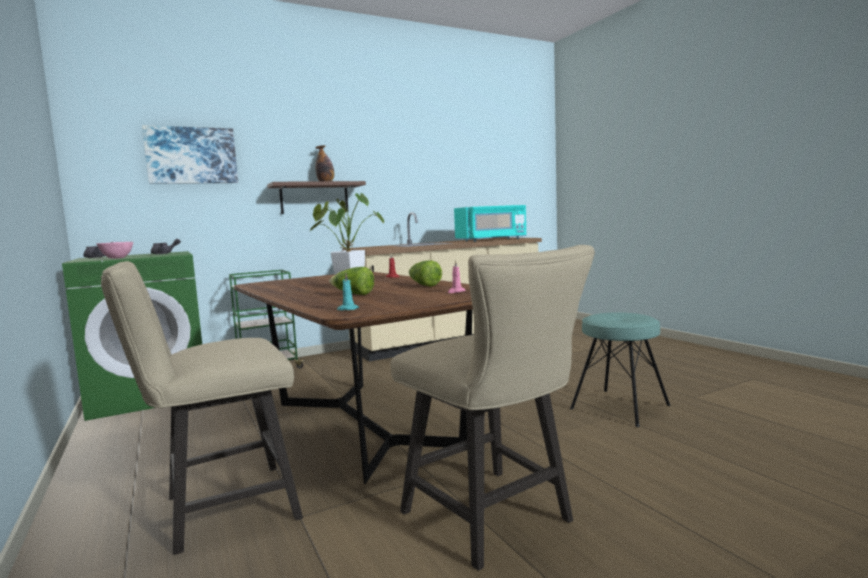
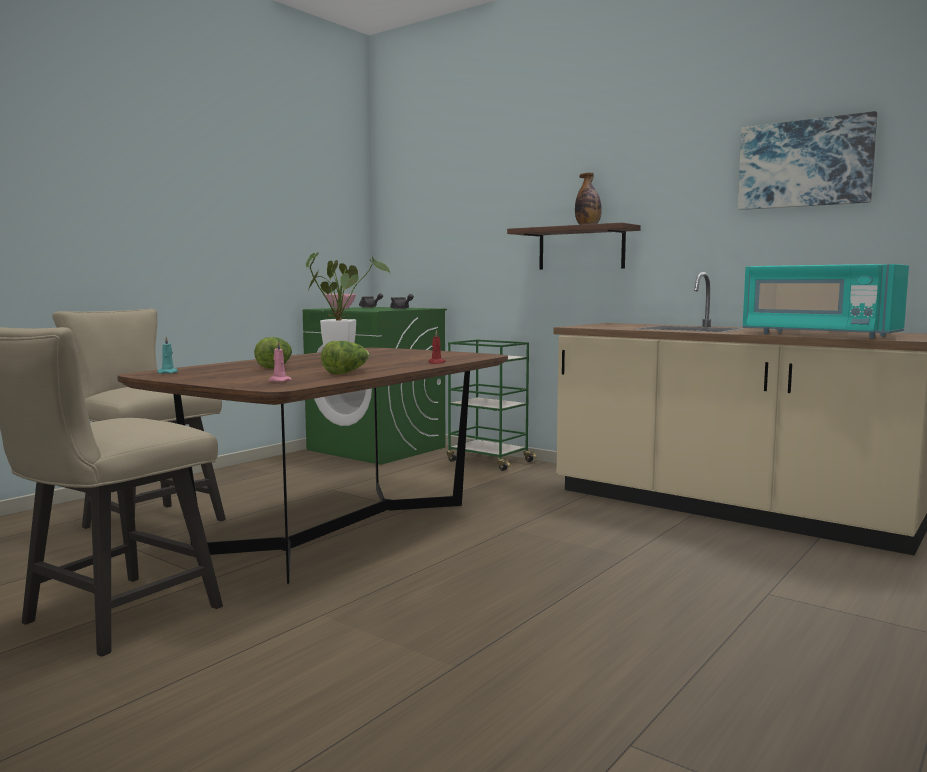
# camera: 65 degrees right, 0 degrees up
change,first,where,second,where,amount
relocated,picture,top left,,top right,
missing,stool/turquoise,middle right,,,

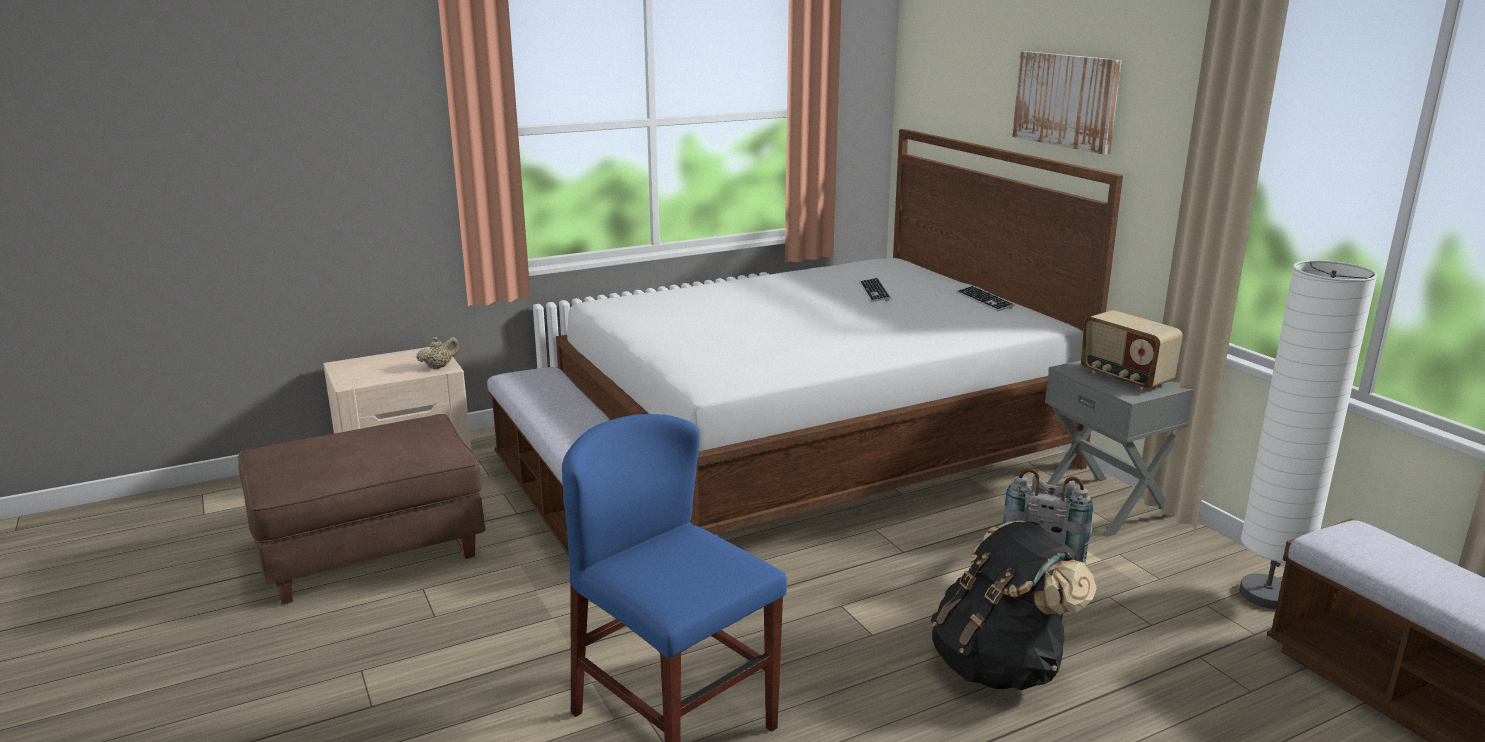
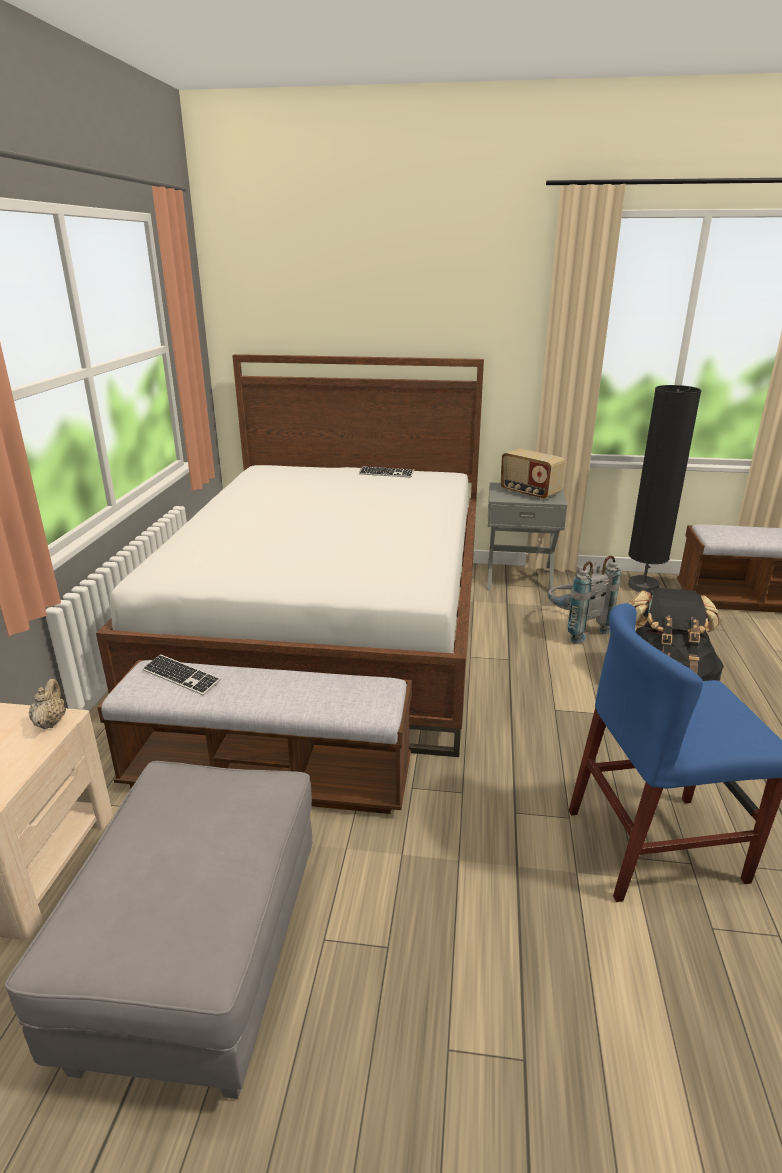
# camera: 55 degrees left, 5 degrees up
change,first,where,second,where,amount
colour,ottoman/brown,bottom left,ottoman/grey,bottom left,
relocated,keyboard (no. 1 from left),centre,,middle left,
spun,radio,middle right,,middle right,45 degrees clockwise
colour,floor lamp/white,middle right,floor lamp/black,middle right,
missing,picture,top right,,,

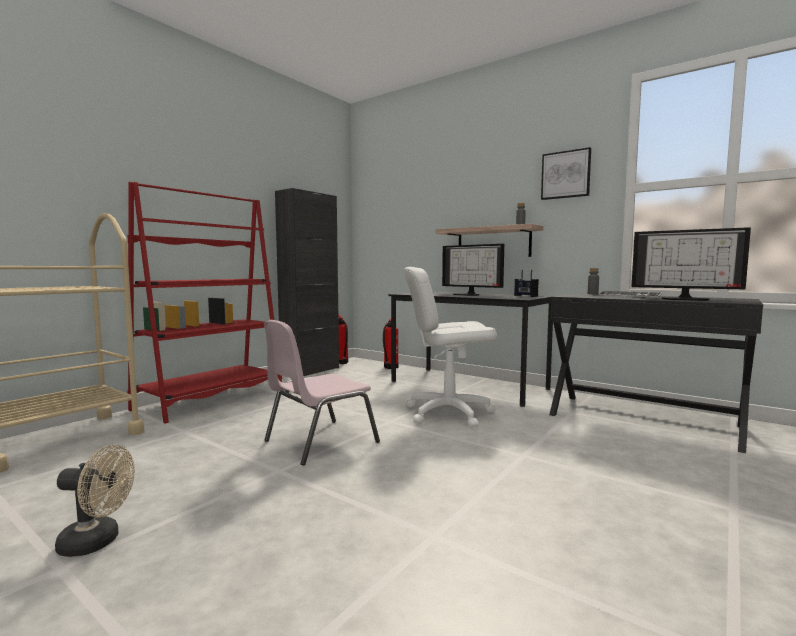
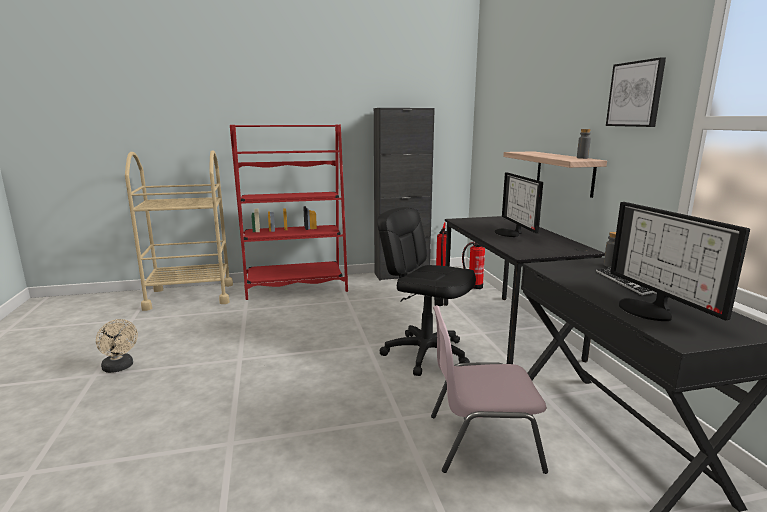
# camera: 40 degrees right, 10 degrees up
change,first,where,second,where,amount
colour,office chair/white,centre,office chair/black,centre,
relocated,chair/pink,centre,,bottom centre,
missing,radio,centre,,,

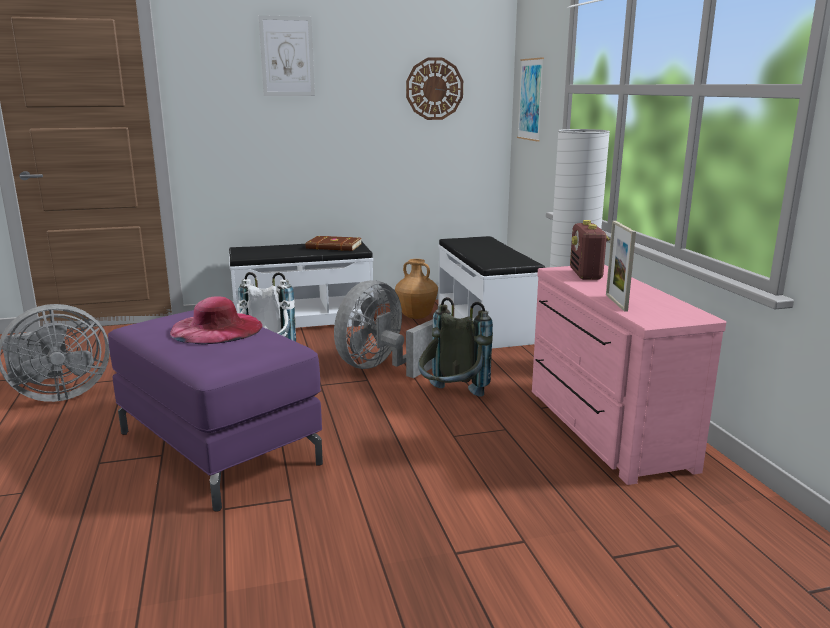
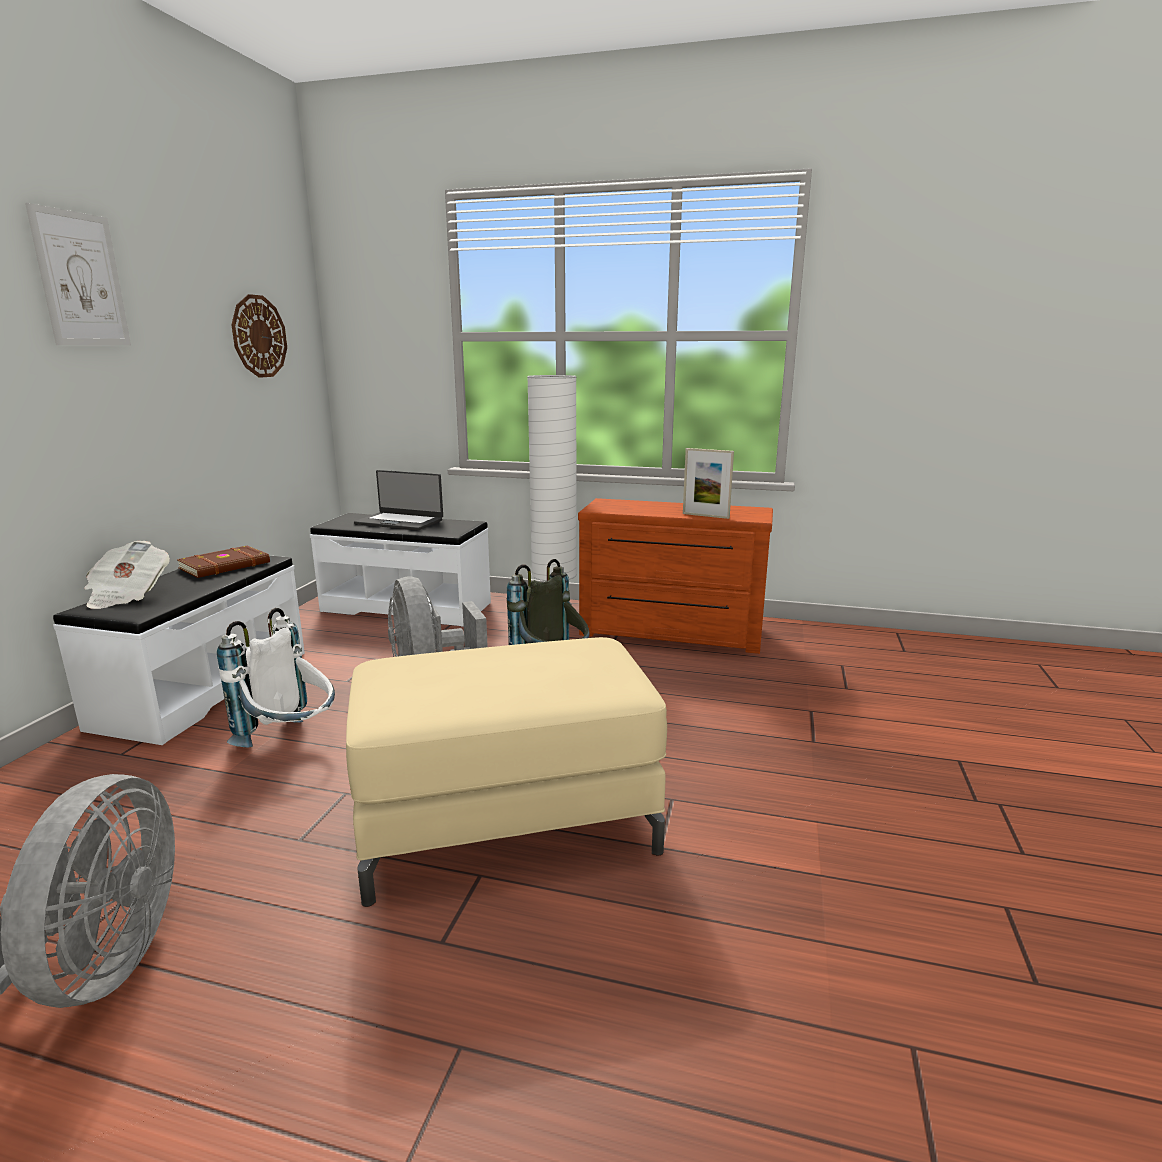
# camera: 60 degrees left, 0 degrees up
change,first,where,second,where,amount
appeared,,,newspaper,middle left,
colour,ottoman/purple,middle left,ottoman/beige,centre,
appeared,,,laptop,centre,
colour,dresser/pink,middle right,dresser/brown,centre,
missing,hat/pink,middle left,,,
missing,vase/brown,centre,,,
missing,picture (no. 2 from left),top centre,,,
missing,radio,middle right,,,

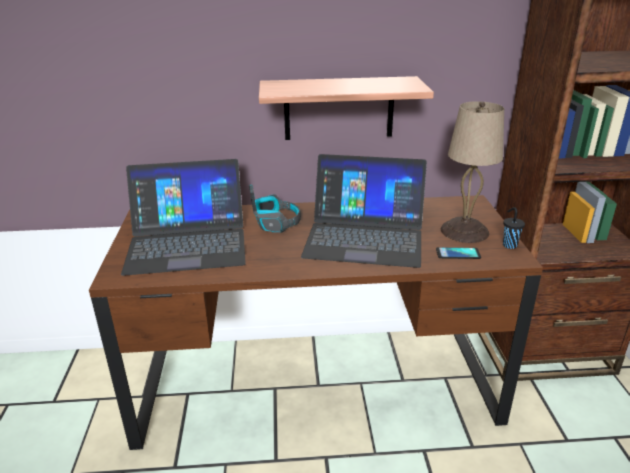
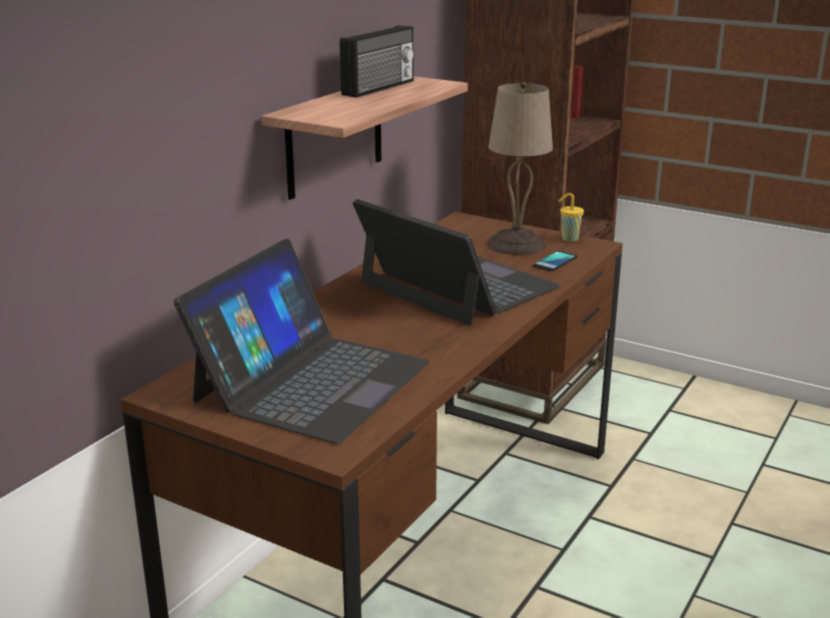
# camera: 55 degrees left, 5 degrees down
change,first,where,second,where,amount
appeared,,,radio,top centre,
spun,laptop (no. 2 from left),centre,,centre,90 degrees counterclockwise
colour,cup/black,middle right,cup/yellow,middle right,
missing,headphones,centre,,,

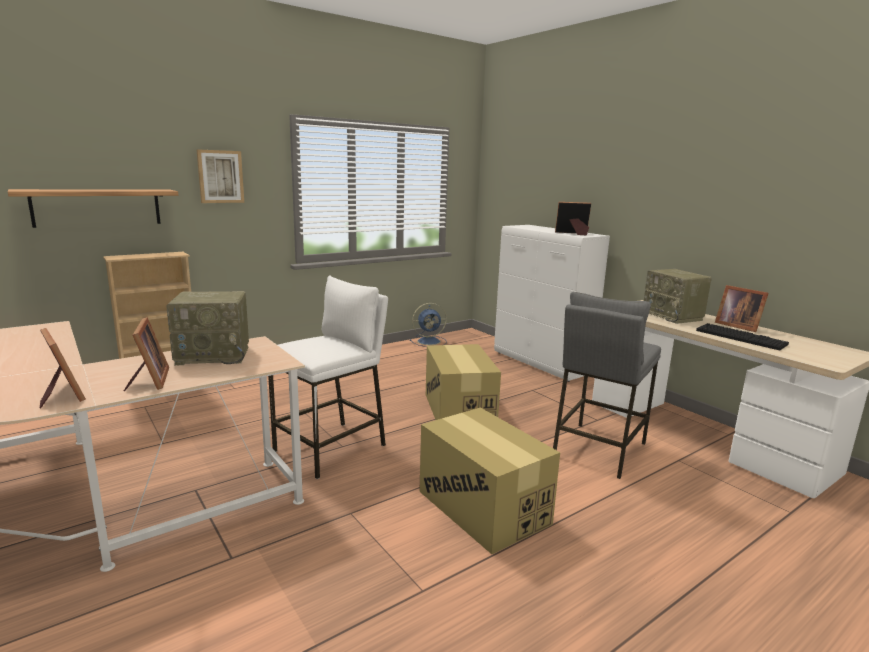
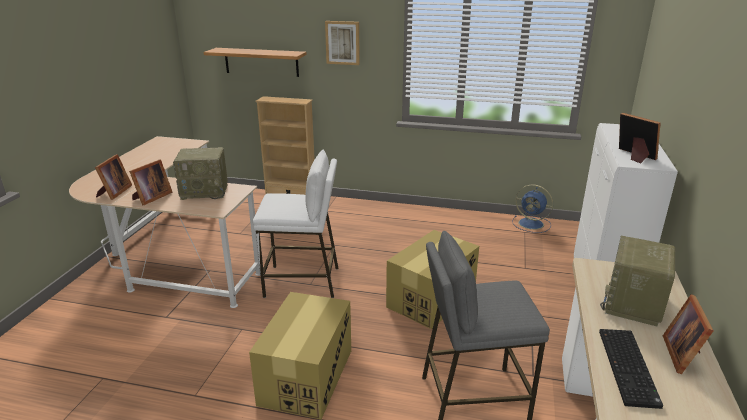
# camera: 50 degrees right, 10 degrees up
change,first,where,second,where,amount
spun,radio (no. 1 from left),middle left,,middle left,45 degrees counterclockwise

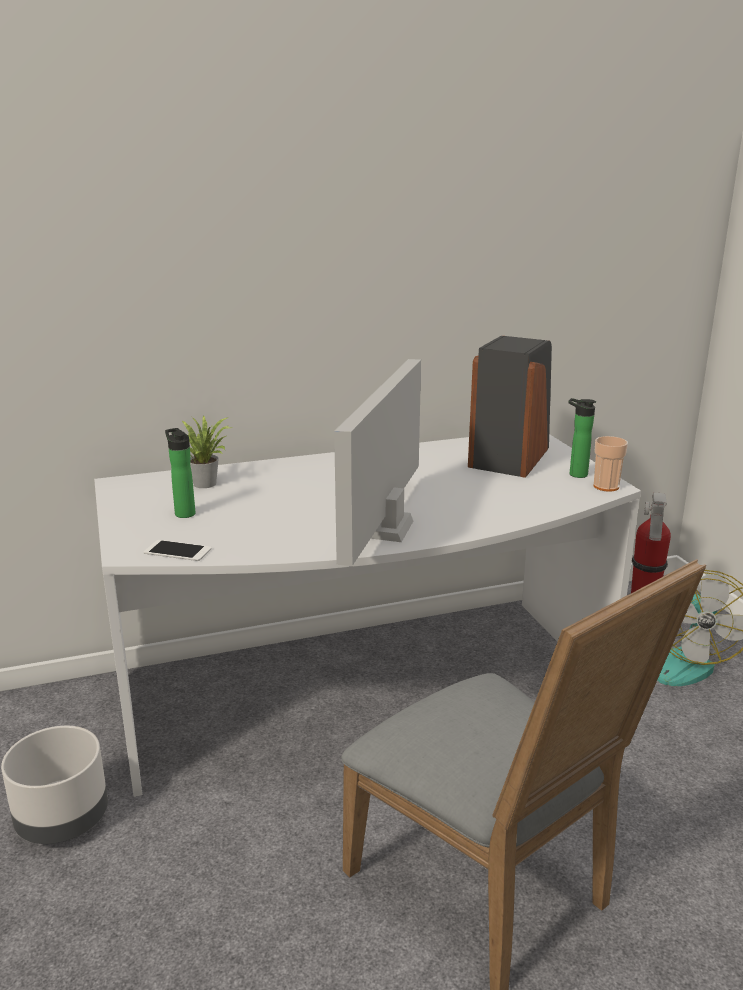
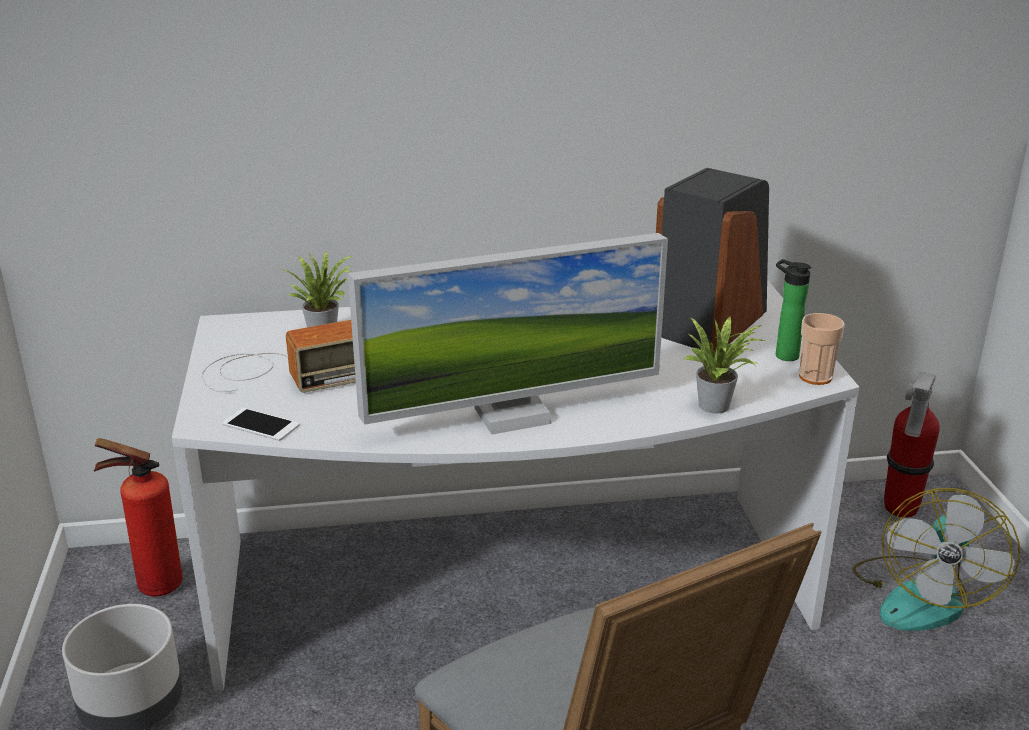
# camera: 10 degrees right, 5 degrees up
change,first,where,second,where,amount
appeared,,,fire extinguisher (no. 1 from left),bottom left,
exchanged,bottle (no. 1 from left),middle left,radio,middle left,
spun,monitor,centre,,centre,135 degrees counterclockwise
appeared,,,potted plant (no. 2 from left),middle right,

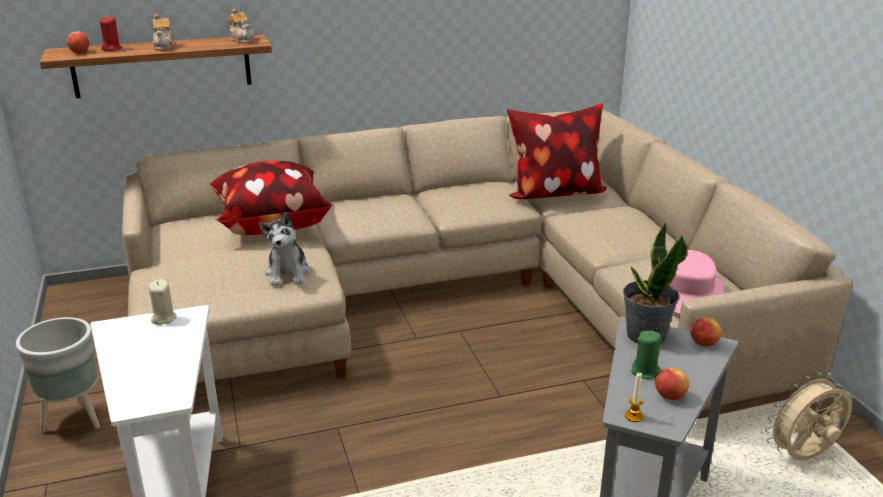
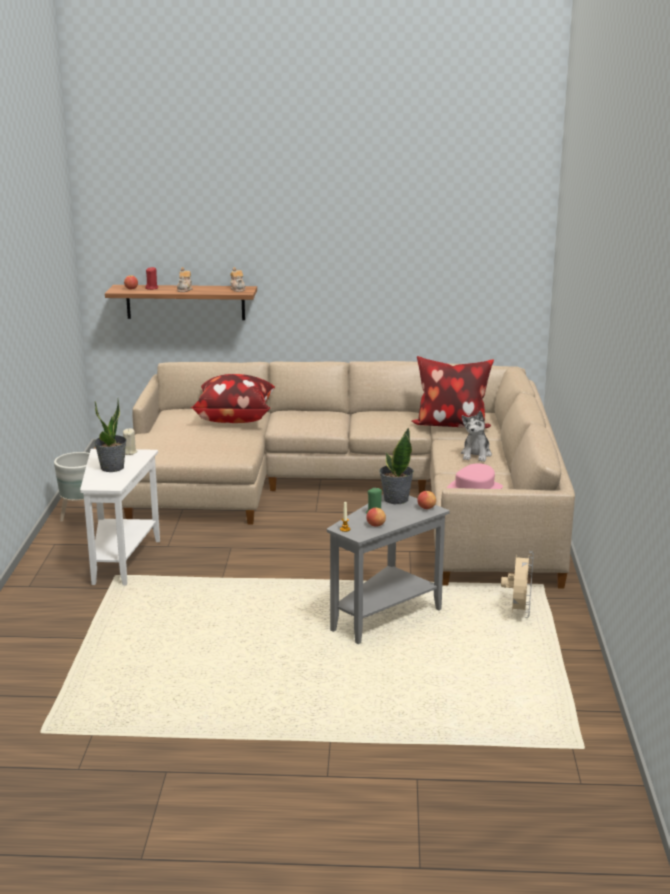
# camera: 20 degrees right, 5 degrees down
change,first,where,second,where,amount
appeared,,,potted plant (no. 1 from left),middle left,
relocated,plush toy,middle left,,middle right,
spun,fan/beige,bottom right,,middle right,105 degrees clockwise

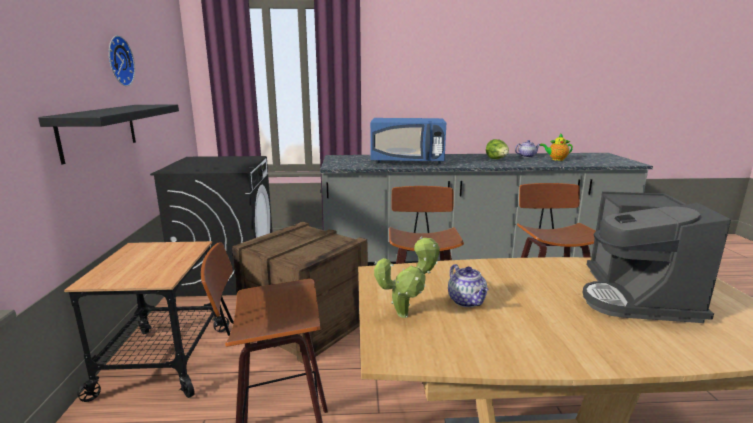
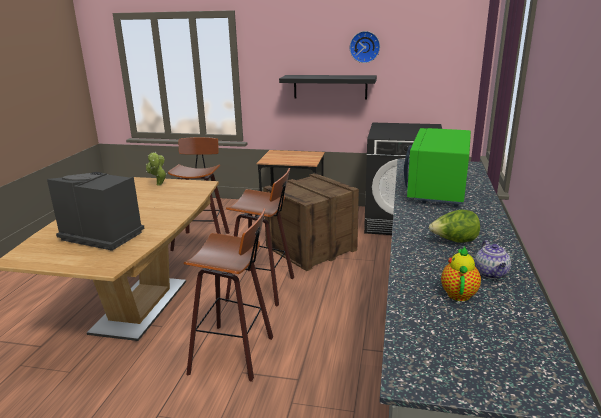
# camera: 105 degrees right, 5 degrees up
change,first,where,second,where,amount
colour,microwave/blue,centre,microwave/green,middle right,
missing,teapot (no. 1 from left),bottom centre,,,

